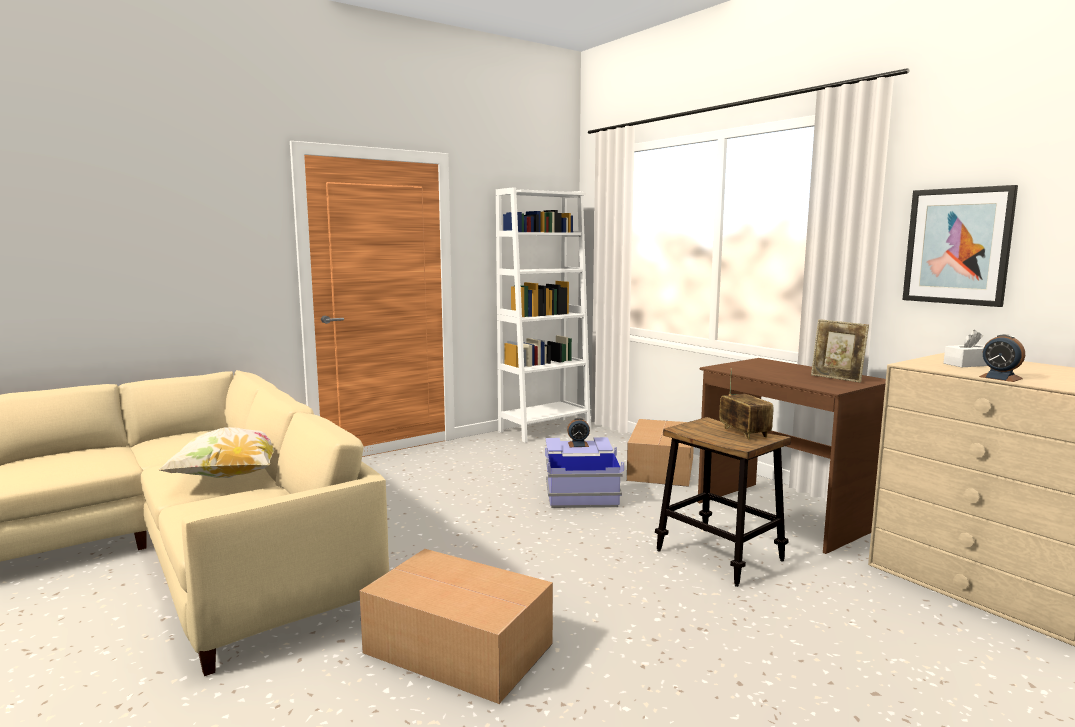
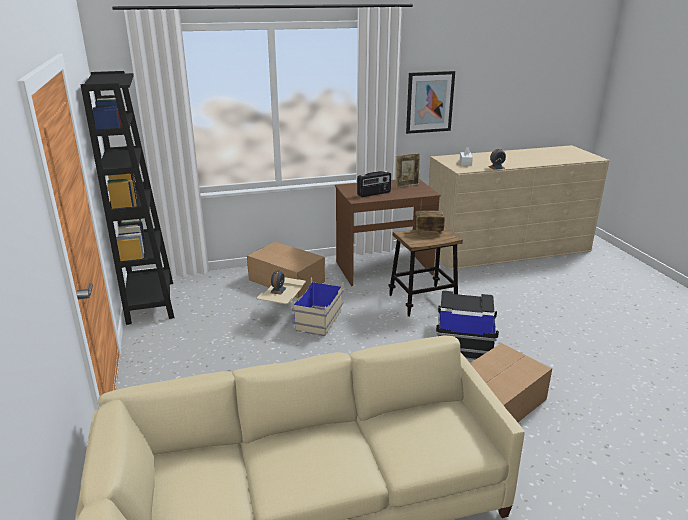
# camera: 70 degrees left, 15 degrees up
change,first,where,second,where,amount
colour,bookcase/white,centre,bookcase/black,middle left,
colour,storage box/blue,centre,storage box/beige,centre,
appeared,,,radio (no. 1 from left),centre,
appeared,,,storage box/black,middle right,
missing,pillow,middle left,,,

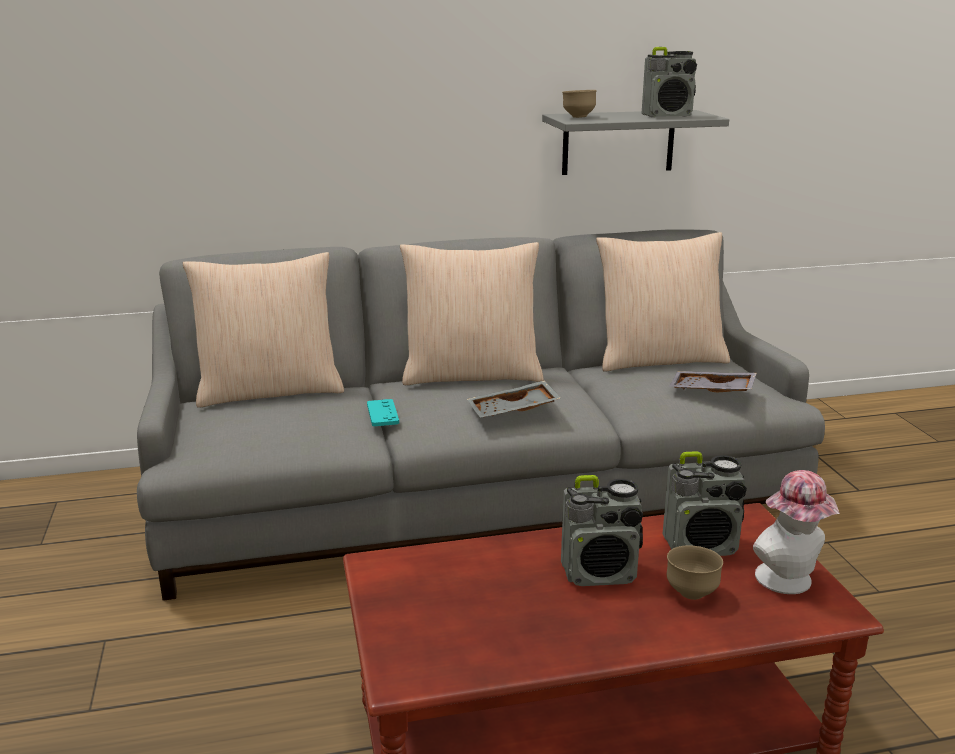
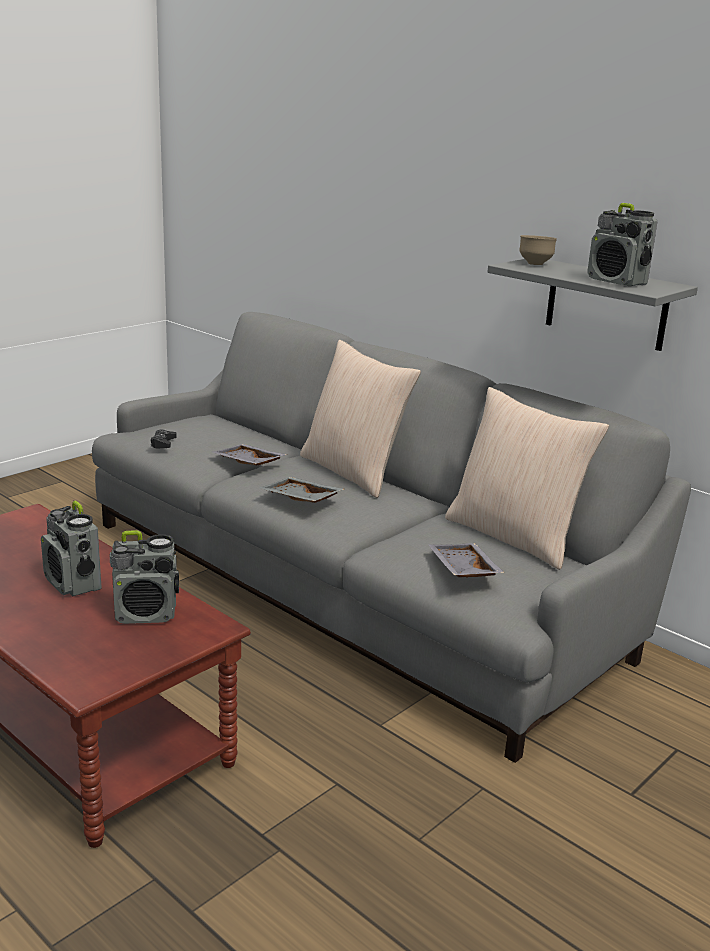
# camera: 55 degrees right, 0 degrees up
change,first,where,second,where,amount
spun,radio (no. 3 from left in the first image),bottom right,radio (no. 2 from left),middle left,60 degrees counterclockwise
appeared,,,game controller/black,middle left,
exchanged,game controller/turquoise,centre,tray/grey (no. 1 from left),centre,
missing,pillow/beige (no. 1 from left),middle left,,,
missing,bowl/brown (no. 2 from left),bottom right,,,
missing,hat,bottom right,,,

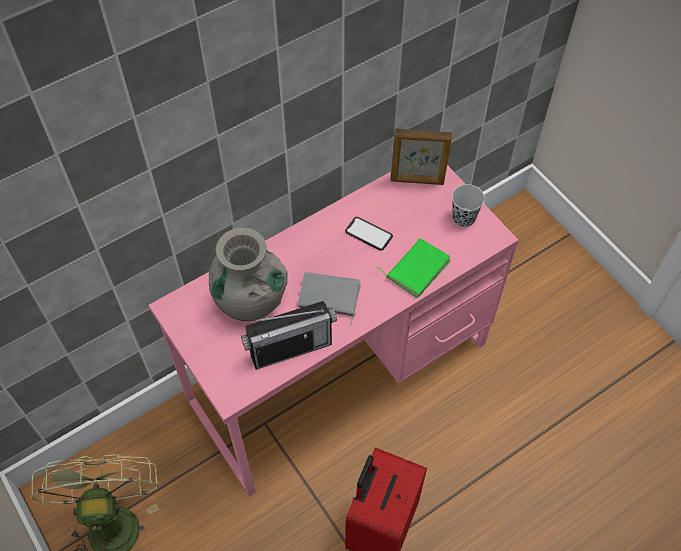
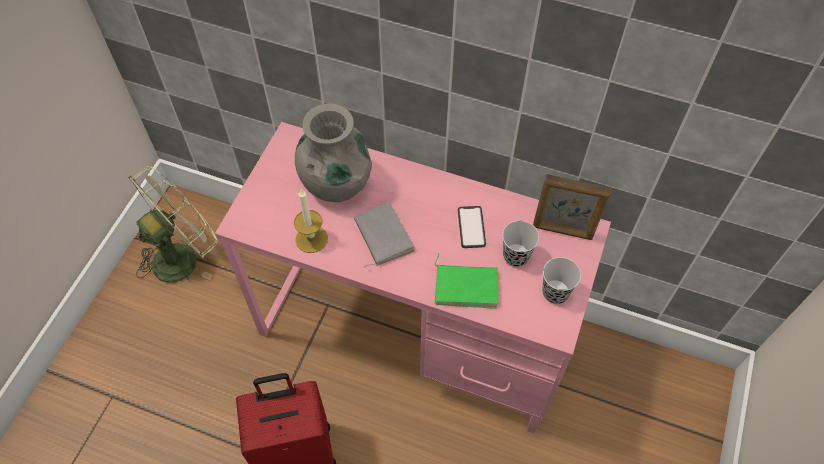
# camera: 55 degrees right, 0 degrees up
change,first,where,second,where,amount
exchanged,radio,centre,candle,centre,
appeared,,,cup/black (no. 1 from left),centre,
spun,picture frame,top centre,,middle right,45 degrees counterclockwise

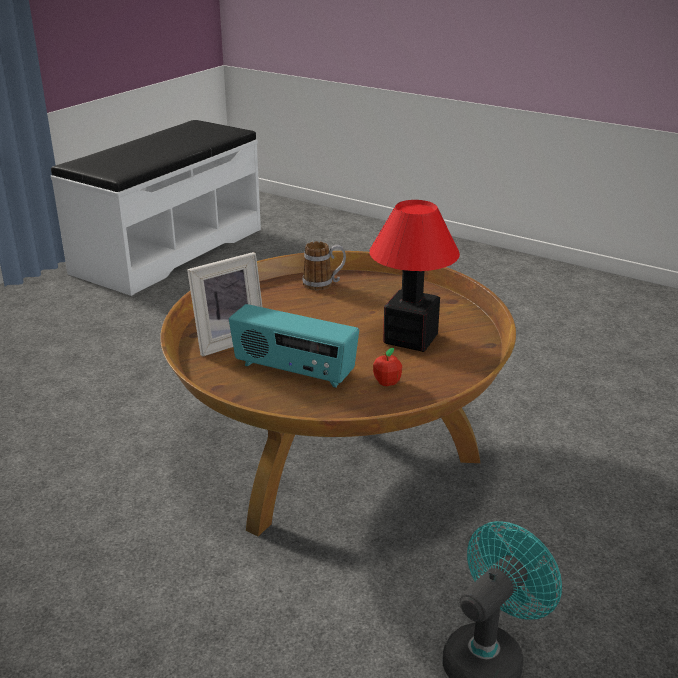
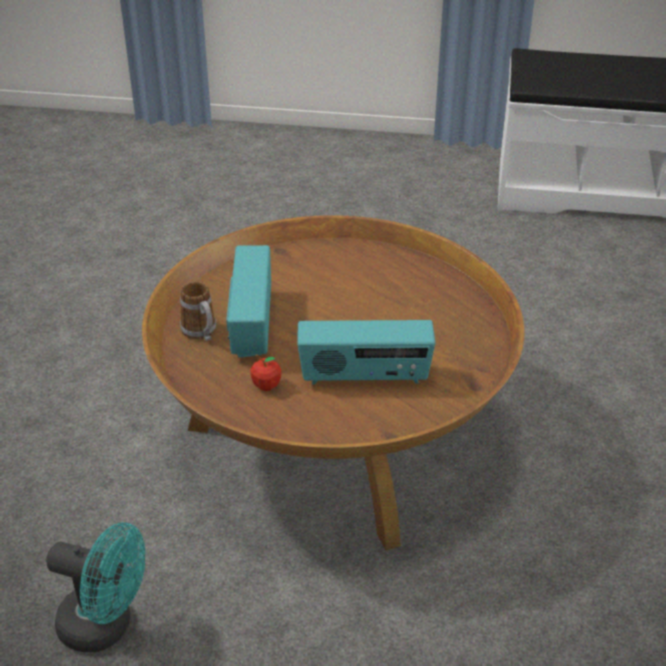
# camera: 65 degrees right, 10 degrees up
change,first,where,second,where,amount
relocated,mug,centre,,middle left,
exchanged,table lamp,centre,radio (no. 2 from left),centre,
missing,picture frame,middle left,,,

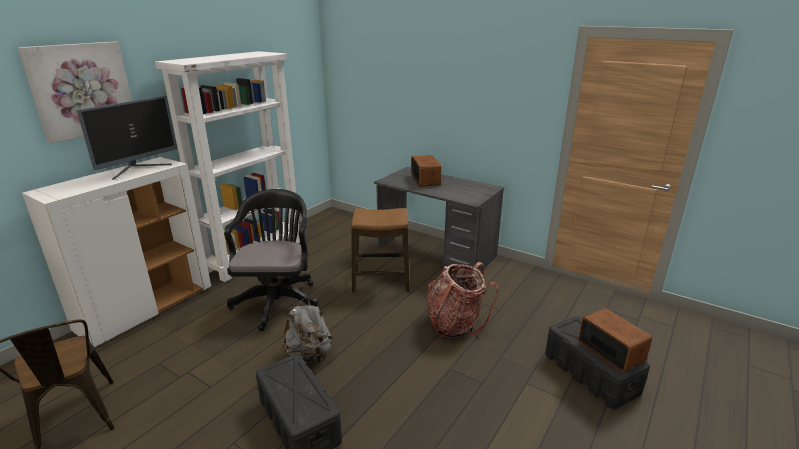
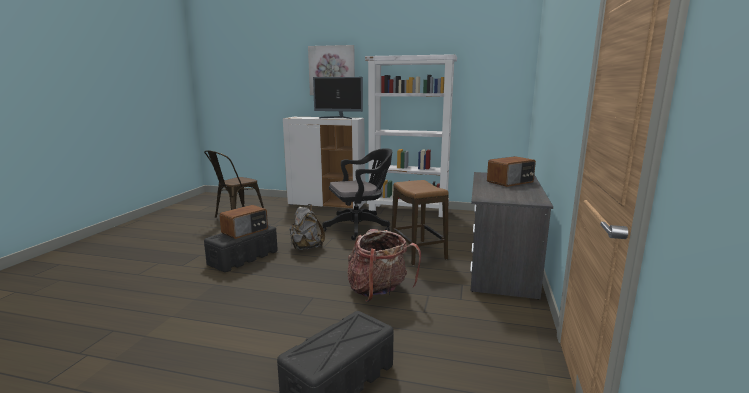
# camera: 70 degrees right, 10 degrees down
change,first,where,second,where,amount
relocated,radio (no. 2 from left in the first image),bottom right,radio (no. 1 from left),middle left,

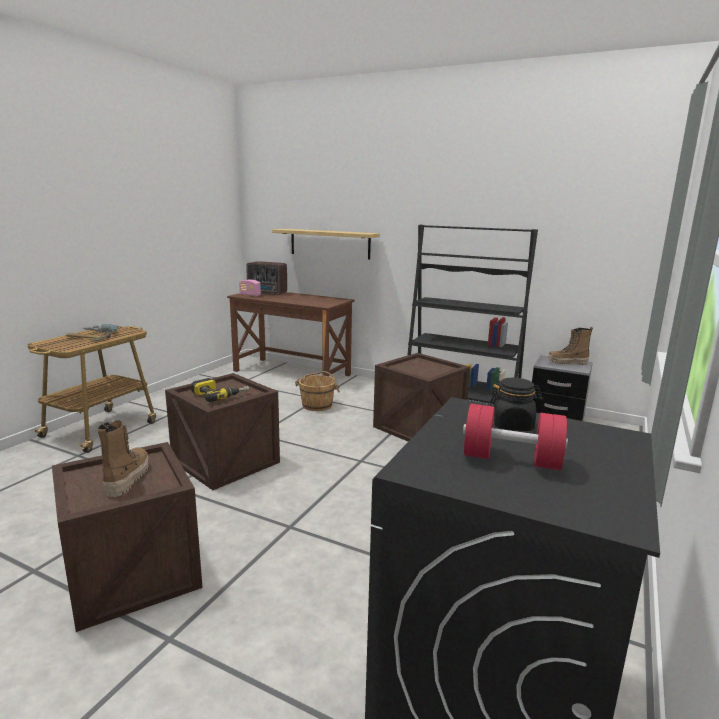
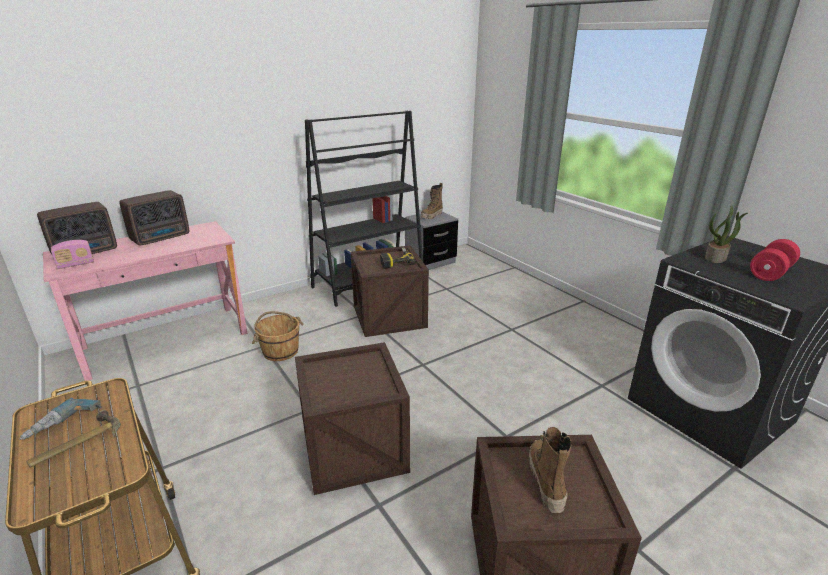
# camera: 60 degrees left, 10 degrees up
change,first,where,second,where,amount
colour,desk/brown,centre,desk/pink,middle left,
appeared,,,radio (no. 3 from left),middle left,
relocated,power drill (no. 2 from left),middle left,,centre,
spun,boot (no. 1 from left in the first image),middle left,boot (no. 2 from left),bottom centre,60 degrees clockwise
exchanged,jar/black,middle right,potted plant,middle right,
missing,shelf,centre,,,

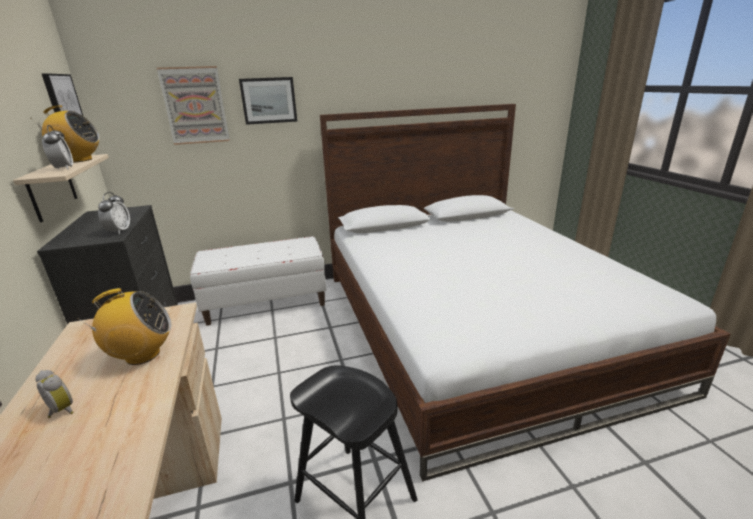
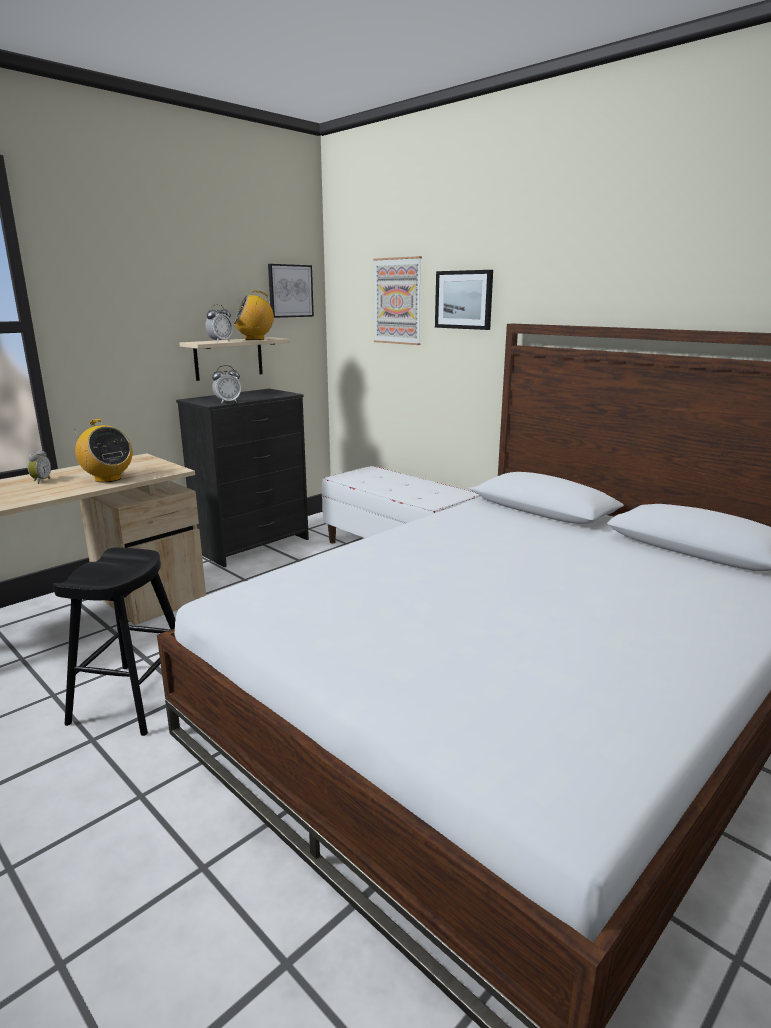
# camera: 60 degrees right, 5 degrees down
change,first,where,second,where,amount
spun,radio (no. 1 from left in the first image),top left,radio (no. 2 from left),top left,105 degrees clockwise

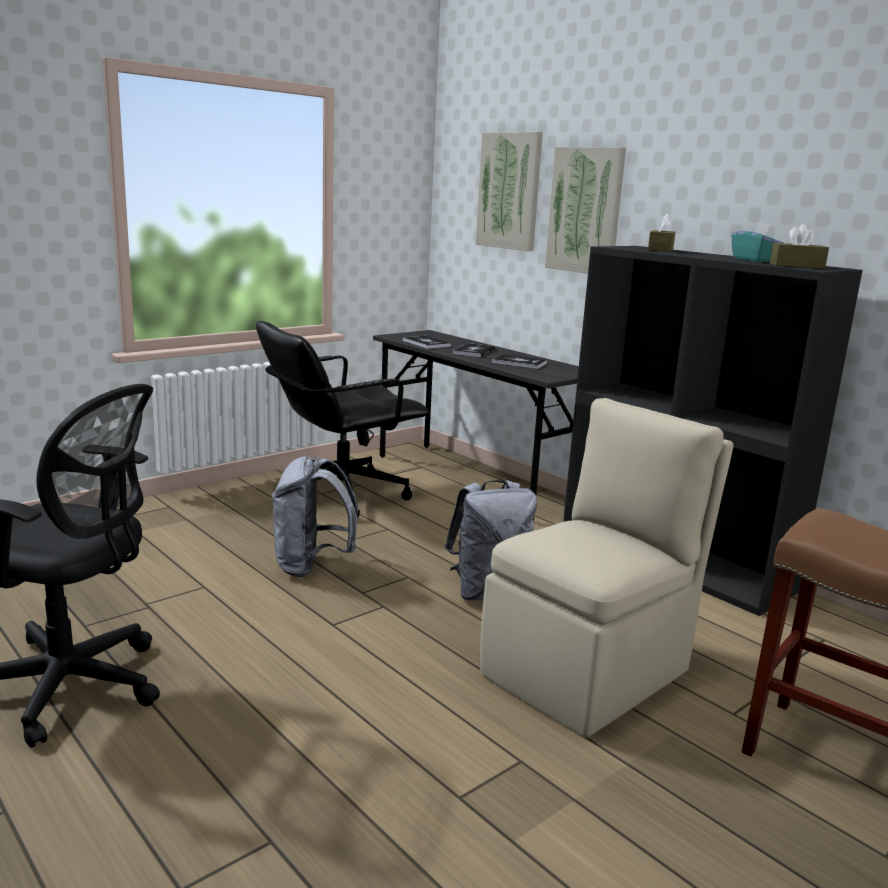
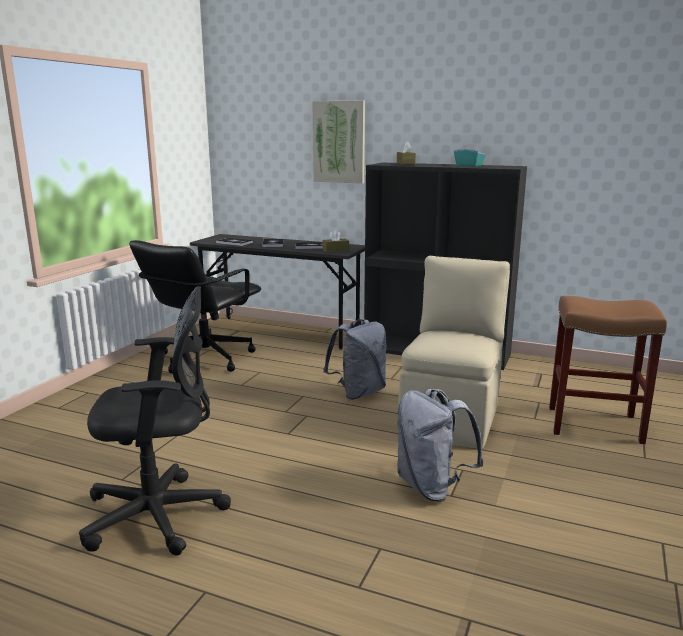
# camera: 25 degrees left, 0 degrees up
change,first,where,second,where,amount
relocated,tissue box/brown (no. 2 from left in the first image),top right,tissue box/brown (no. 1 from left),centre,
relocated,backpack/grey (no. 1 from left in the first image),centre,backpack/grey (no. 2 from left),bottom centre,
missing,picture (no. 1 from left),top centre,,,

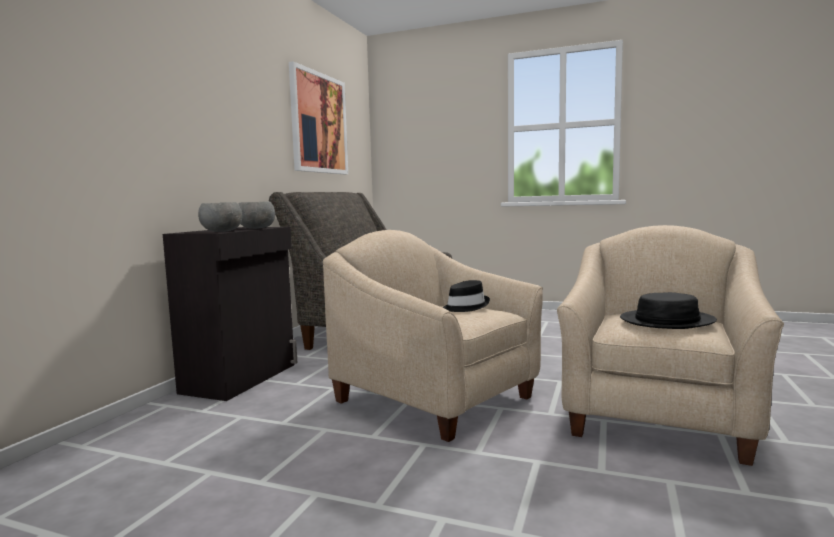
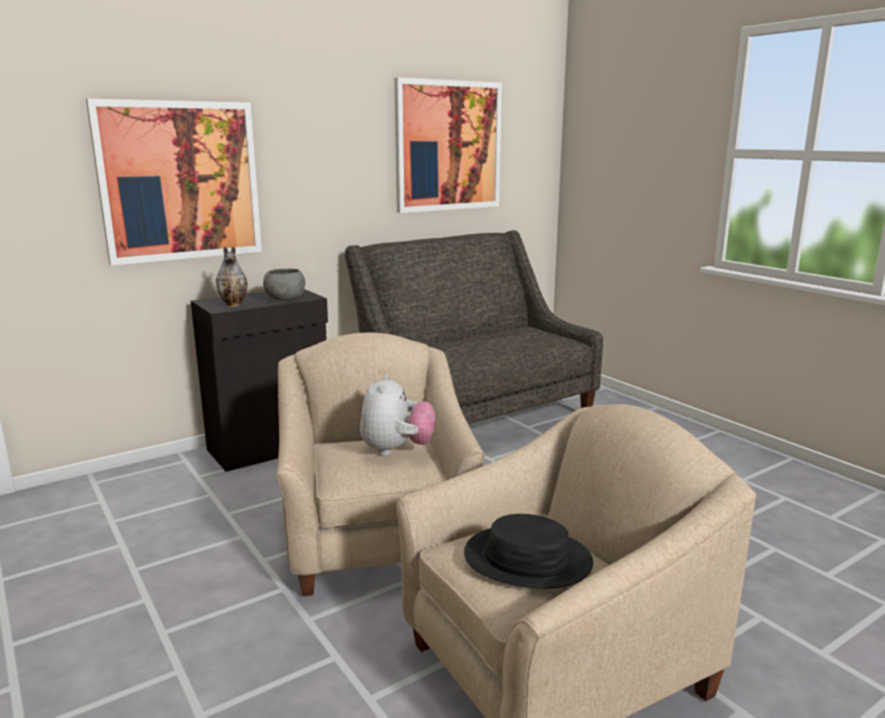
# camera: 35 degrees right, 10 degrees up
change,first,where,second,where,amount
appeared,,,picture (no. 1 from left),top left,
exchanged,bowl/grey (no. 1 from left),middle left,vase,middle left,
exchanged,hat/black (no. 1 from left),centre,plush toy,centre,

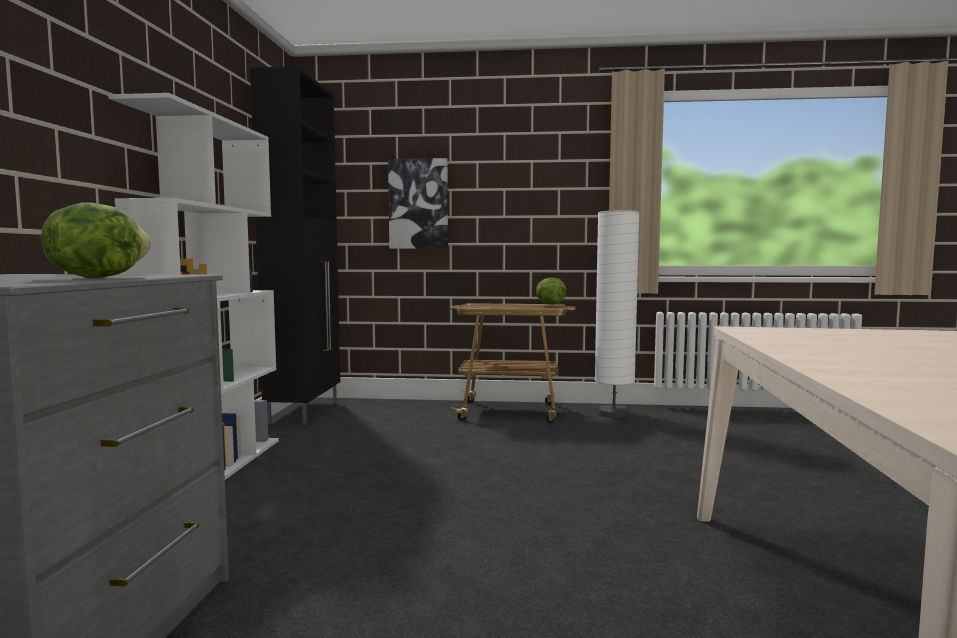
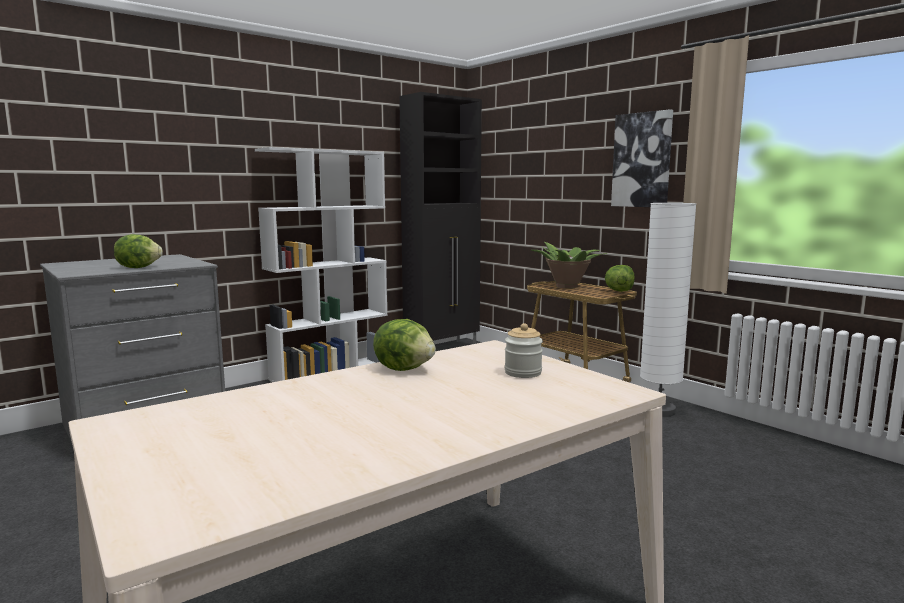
# camera: 45 degrees right, 5 degrees up
change,first,where,second,where,amount
appeared,,,lettuce (no. 2 from left),centre,
appeared,,,jar,centre,
appeared,,,potted plant,centre,
relocated,picture,top centre,,top right,

